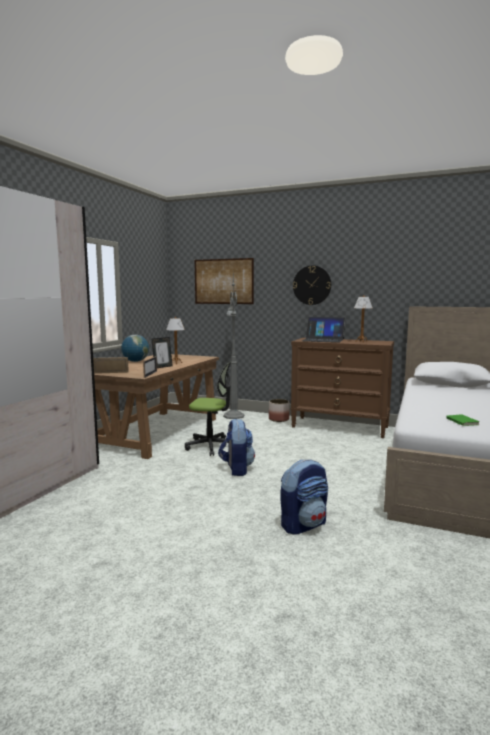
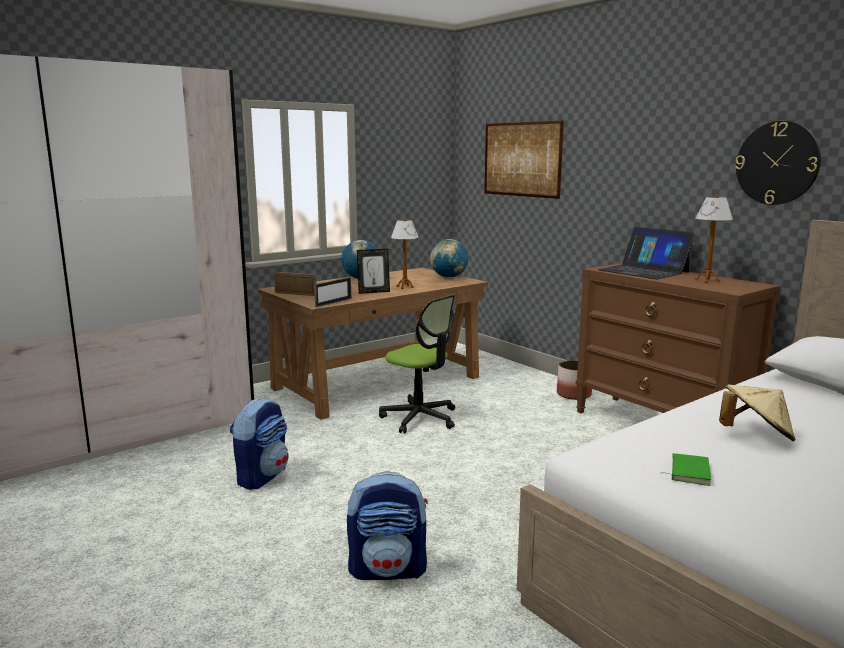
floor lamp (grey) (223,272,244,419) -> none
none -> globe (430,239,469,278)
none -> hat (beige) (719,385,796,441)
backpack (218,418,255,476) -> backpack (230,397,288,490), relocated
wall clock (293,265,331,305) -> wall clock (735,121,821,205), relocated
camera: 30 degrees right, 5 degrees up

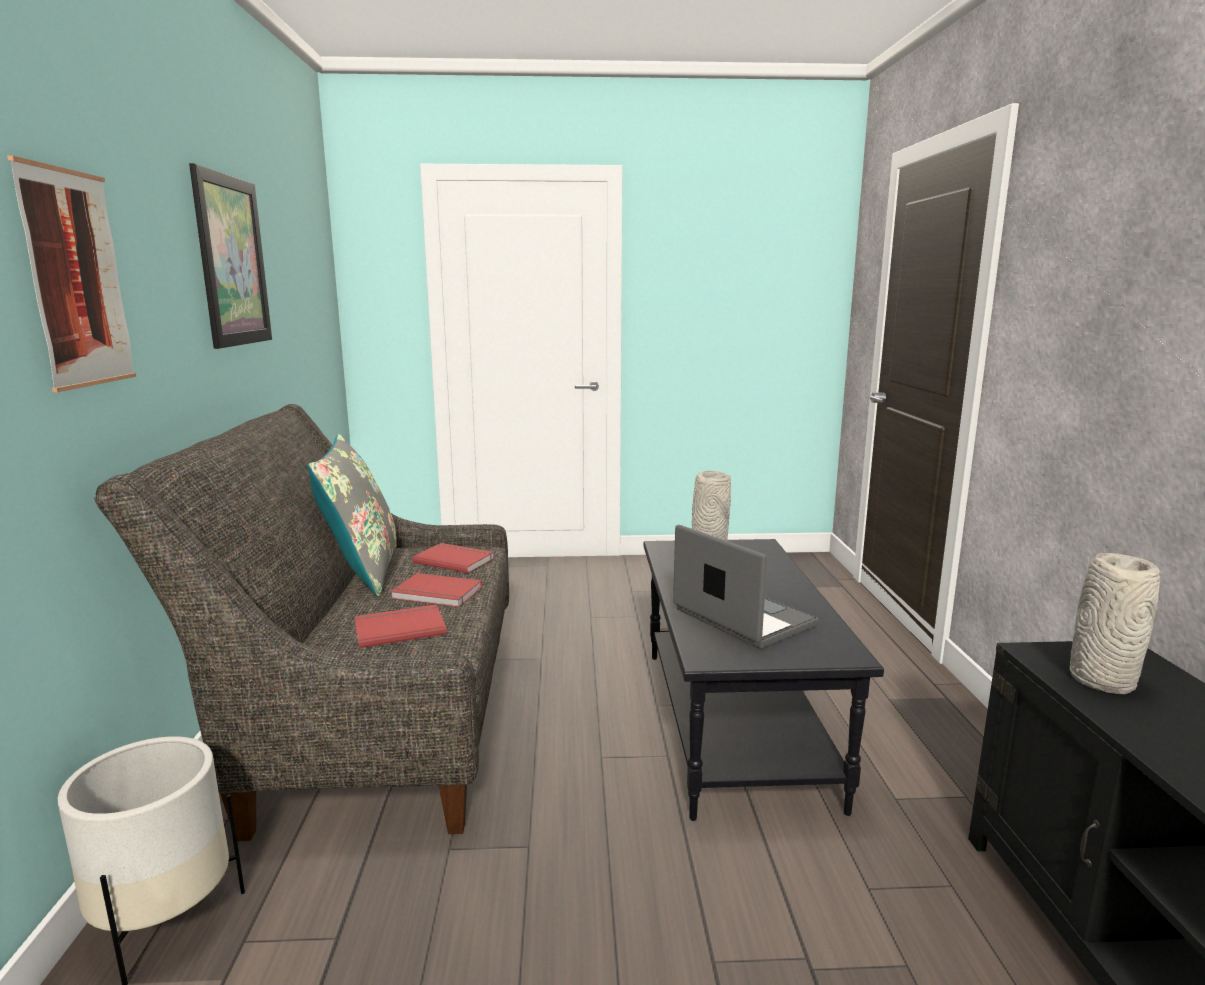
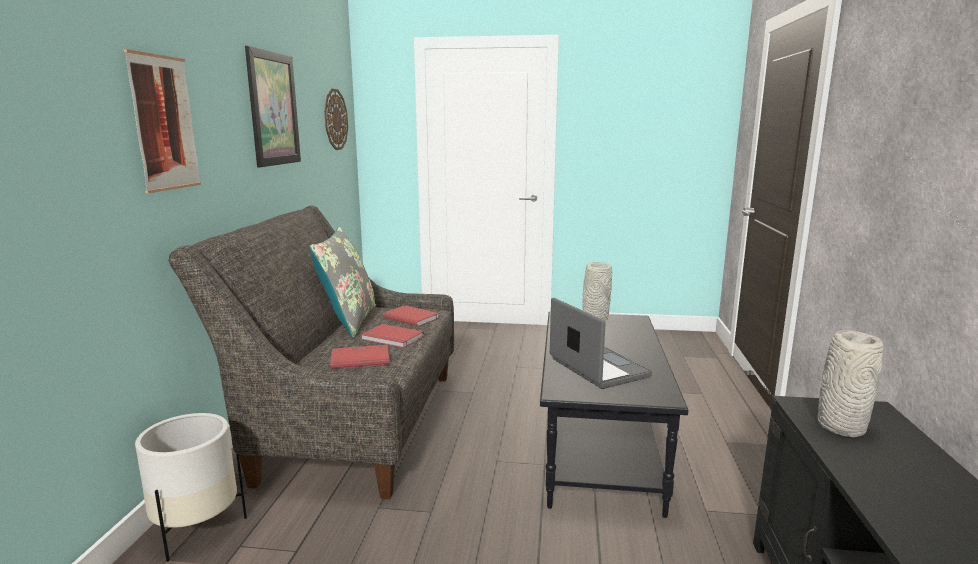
none -> wall clock (324,89,348,150)
camera: 10 degrees right, 0 degrees up

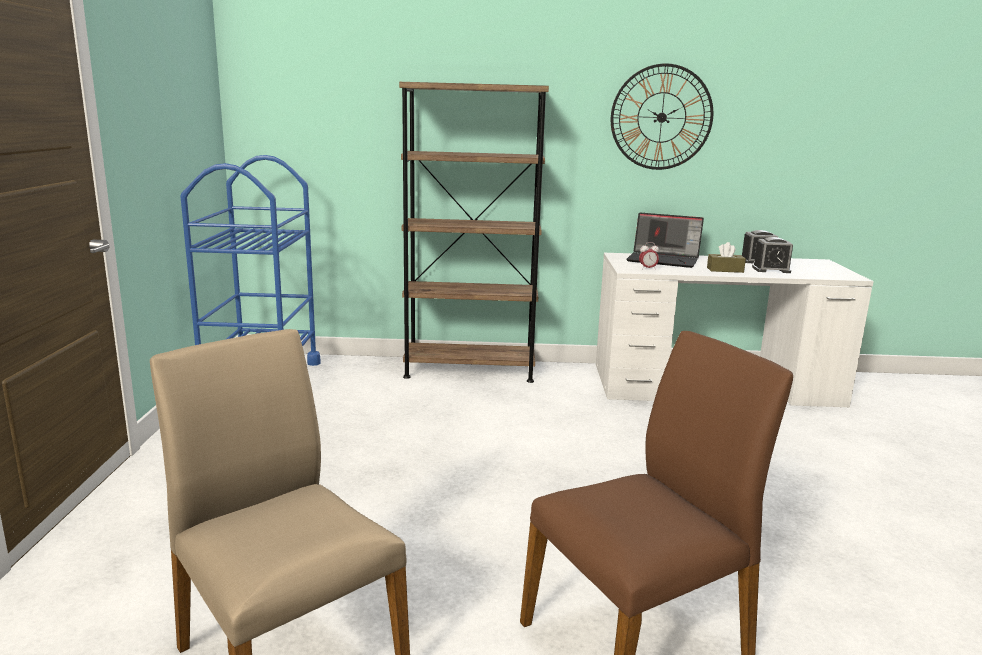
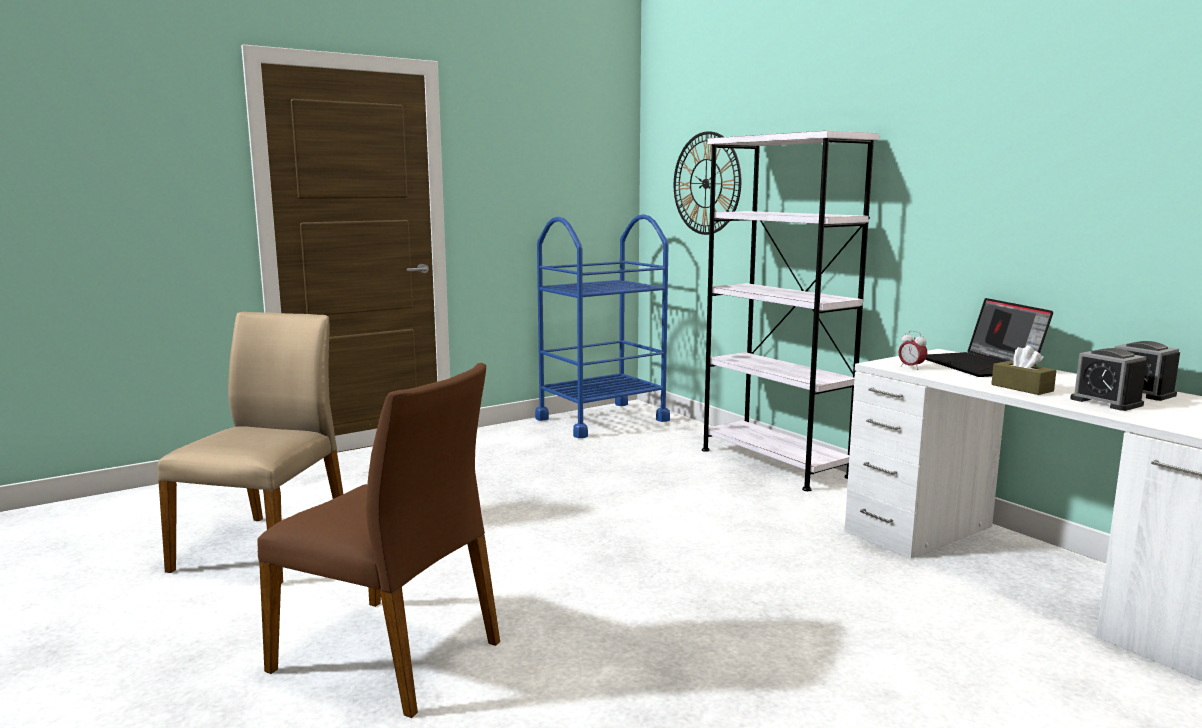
wall clock (611,63,713,170) -> wall clock (674,131,741,235), relocated
bookcase (brown) (399,82,549,383) -> bookcase (white) (702,130,879,491)
camera: 55 degrees right, 5 degrees down

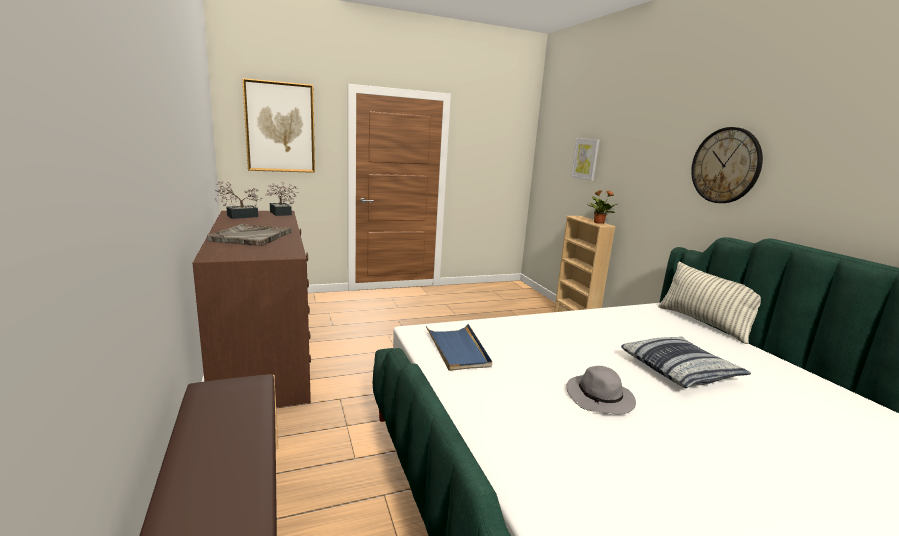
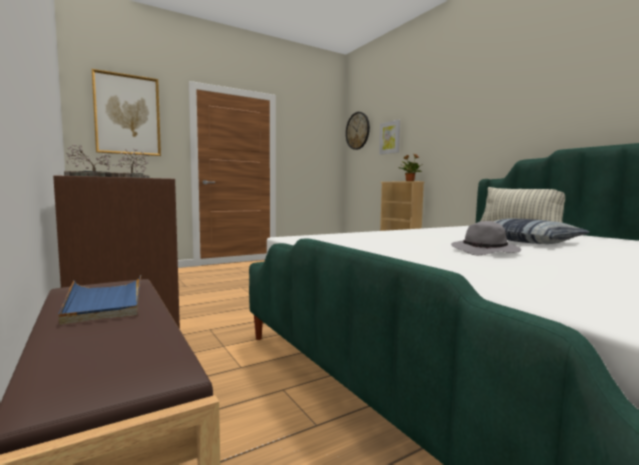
tray (blue) (426,324,492,371) -> tray (blue) (59,275,141,325), relocated
wall clock (691,127,763,203) -> wall clock (346,112,370,150), relocated
camera: 10 degrees left, 10 degrees down

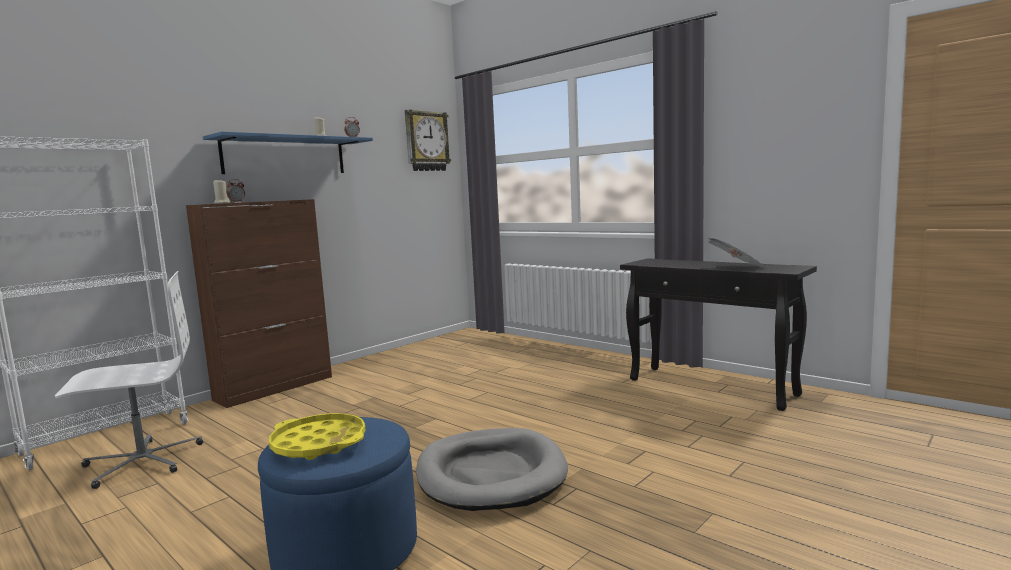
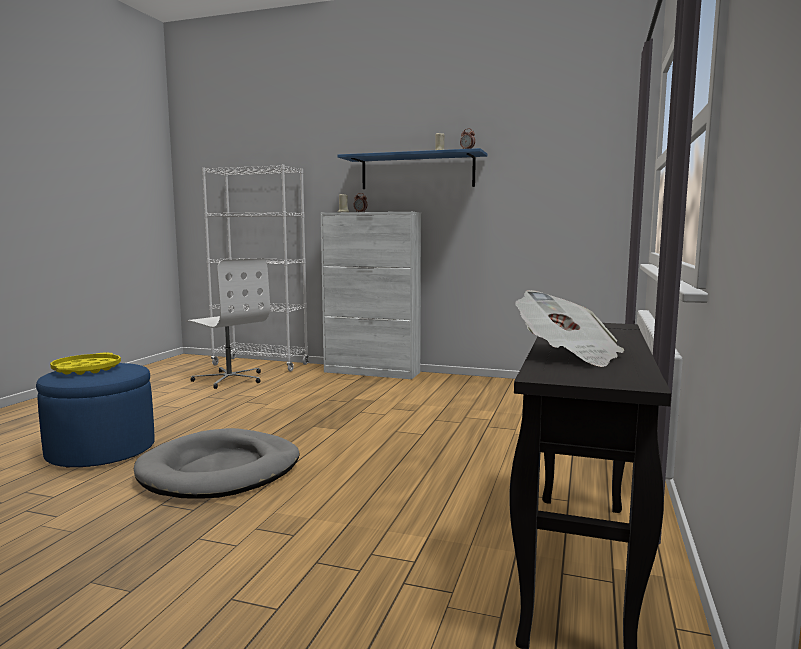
wall clock (405,109,451,171) -> none
cabinet (brown) (186,199,332,408) -> cabinet (white) (321,212,421,379)
camera: 65 degrees right, 0 degrees up

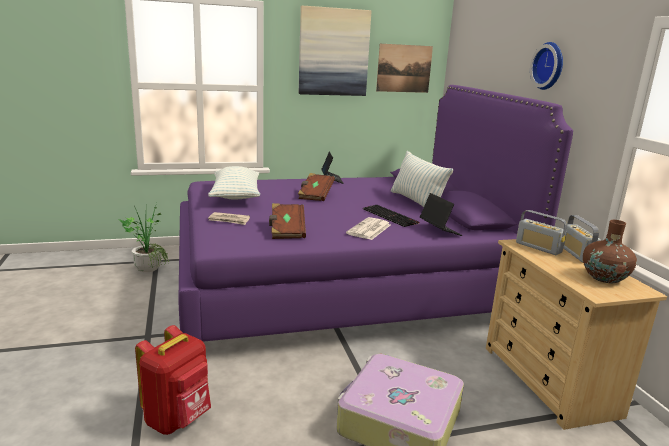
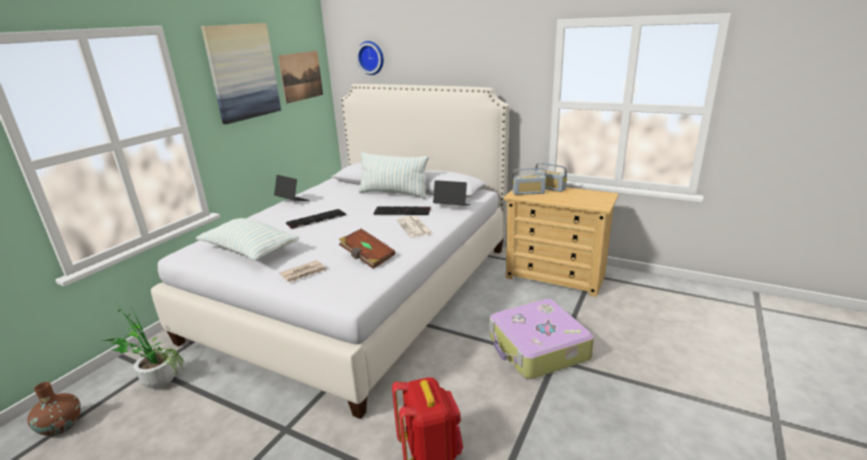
wall clock (530,42,563,90) -> wall clock (356,41,384,75), relocated
vase (brown) (583,220,637,283) -> vase (brown) (28,382,81,436), relocated
book (brown) (298,173,335,201) -> keyboard (286,209,346,229)
bed (purple) (178,85,573,342) -> bed (white) (151,84,509,419)
camera: 45 degrees left, 5 degrees up

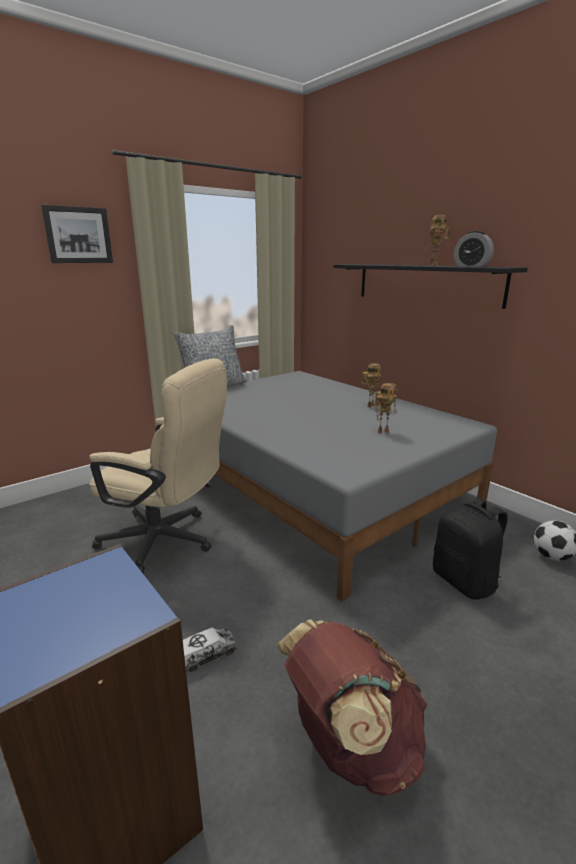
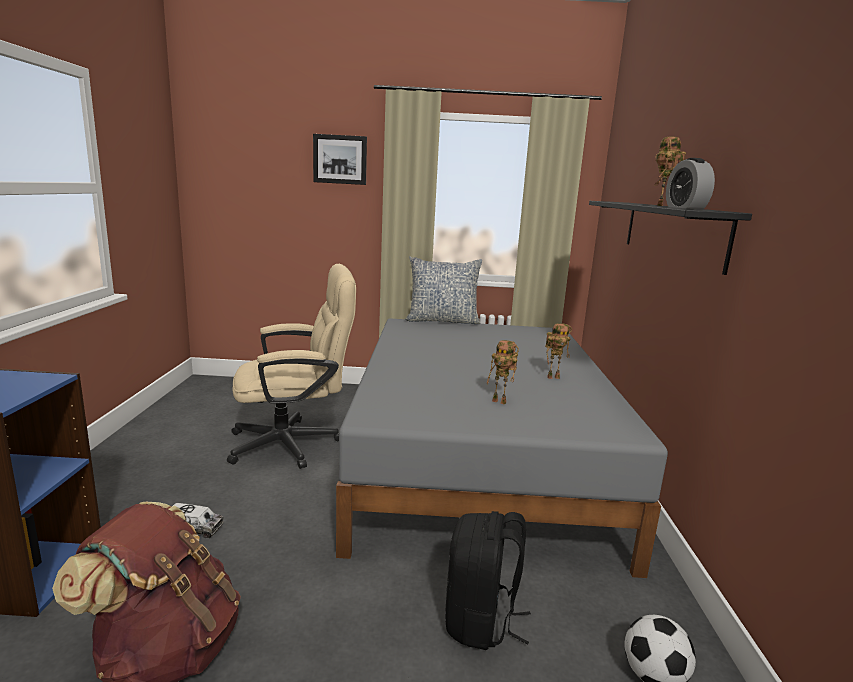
office chair (beige) (89,358,227,574) -> office chair (beige) (227,264,356,469), 75 degrees counterclockwise
camera: 40 degrees right, 5 degrees down

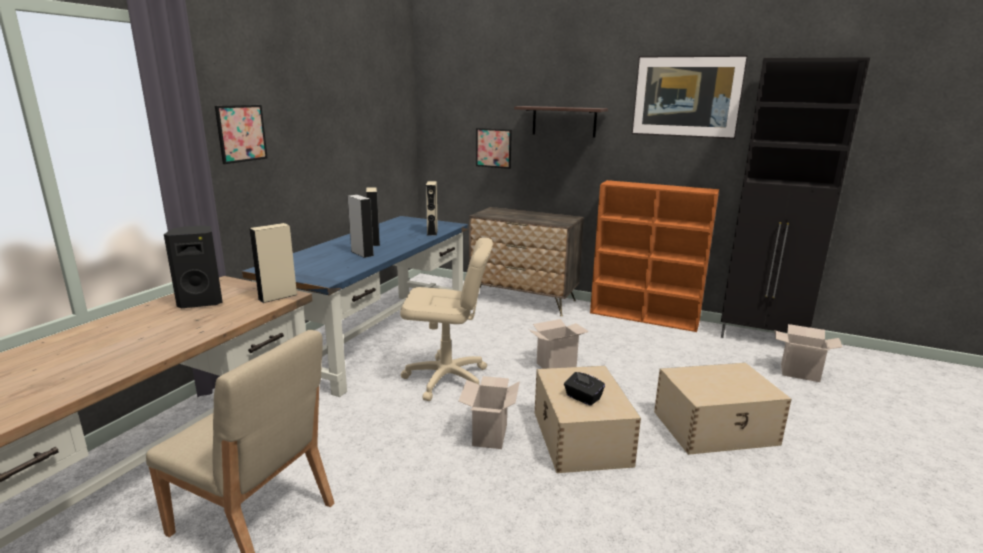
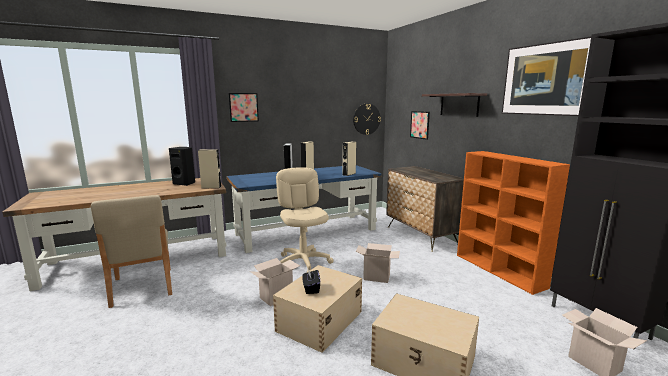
none -> wall clock (353,104,381,135)
office chair (beige) (400,238,493,401) -> office chair (beige) (276,167,333,272), 150 degrees counterclockwise
camera: 40 degrees right, 5 degrees down

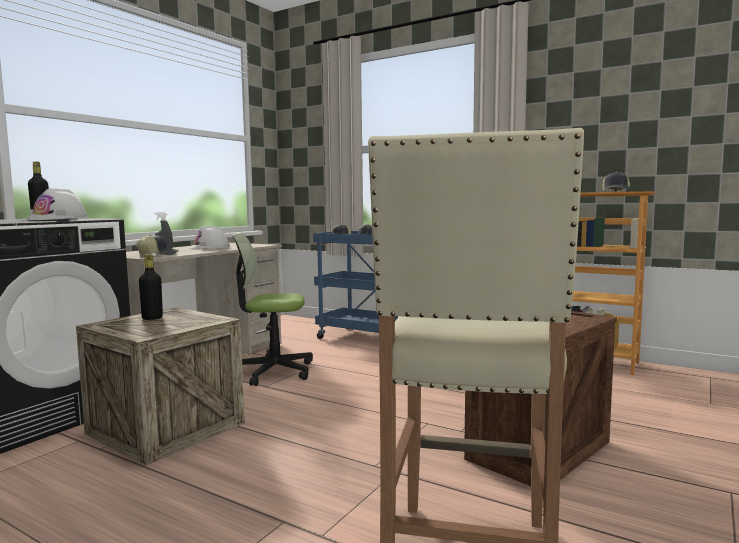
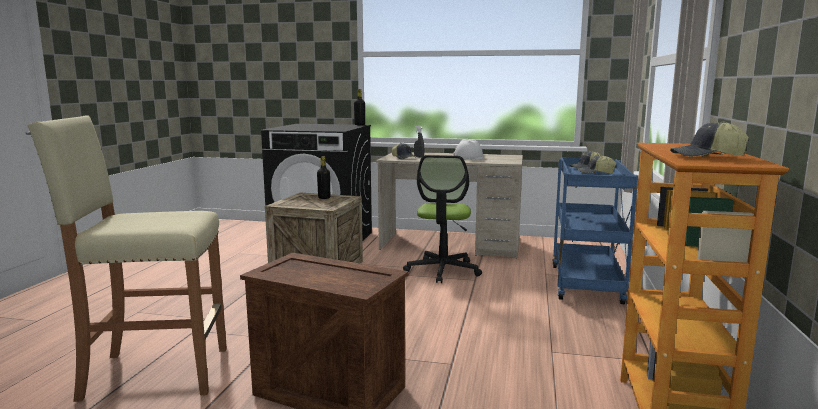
hard hat (white) (27,188,87,220) -> none
office chair (232,232,313,386) -> office chair (403,155,482,283), 150 degrees counterclockwise
camera: 70 degrees right, 5 degrees up

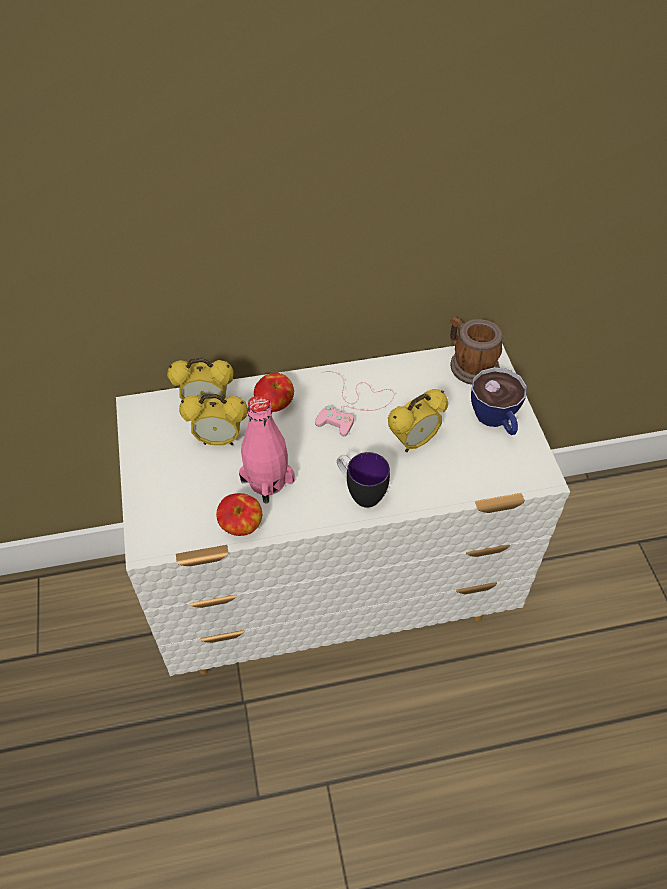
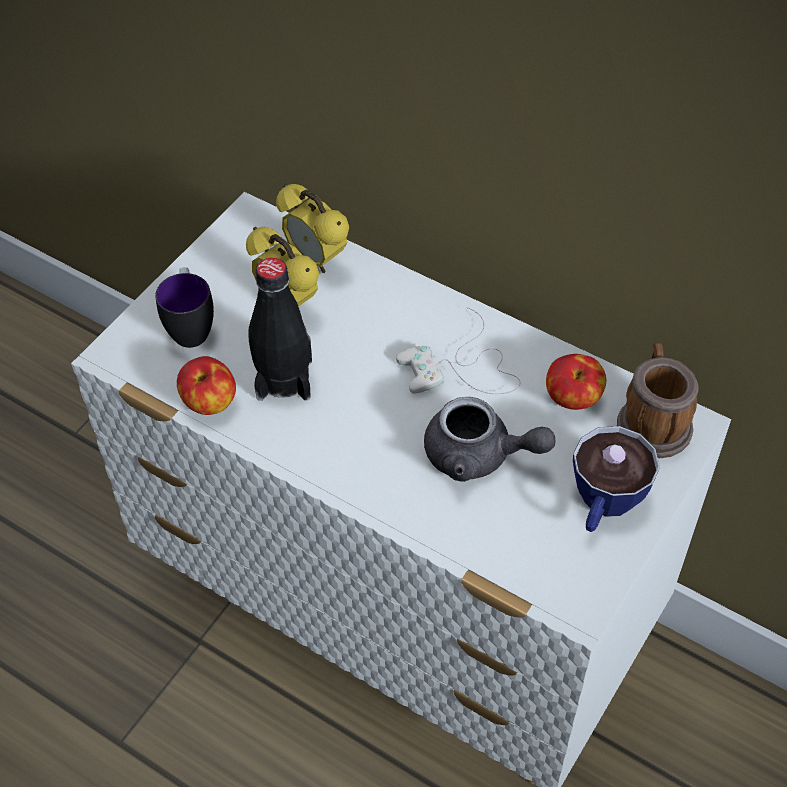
apple (254,372,294,412) -> apple (546,354,607,410), relocated
mug (337,452,390,508) -> mug (155,267,214,348), relocated
alarm clock (388,389,448,452) -> teapot (grey) (424,397,556,482)
bottle (pink) (239,395,294,503) -> bottle (black) (248,258,312,401)
game controller (pink) (315,371,394,436) -> game controller (white) (396,307,521,394)
camera: 45 degrees right, 0 degrees up

